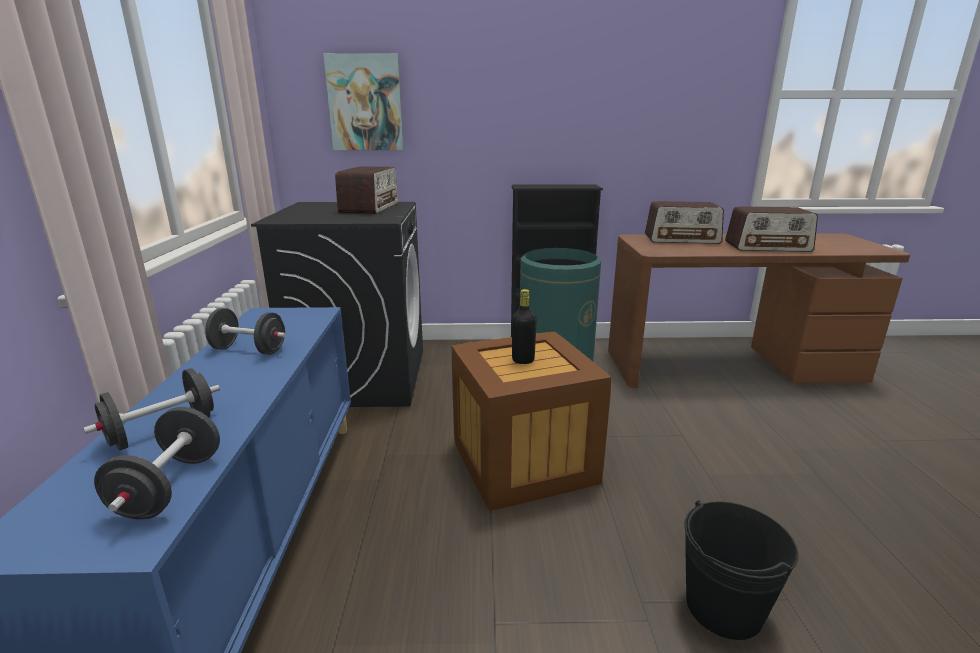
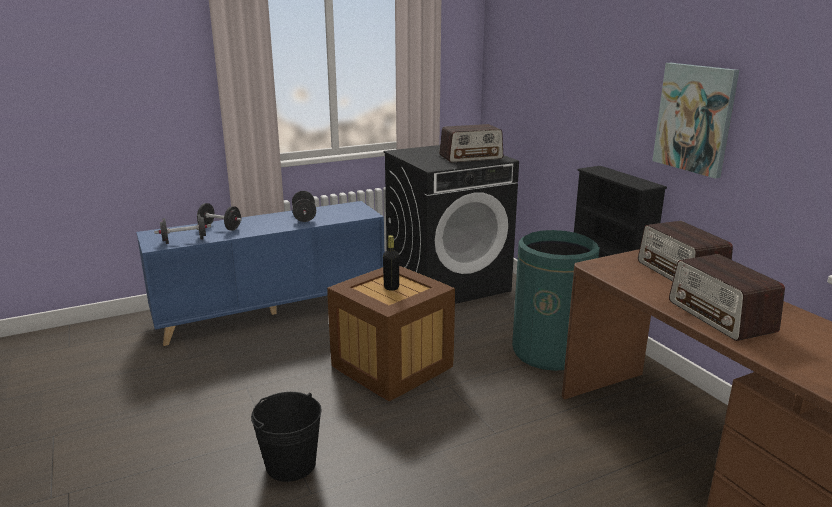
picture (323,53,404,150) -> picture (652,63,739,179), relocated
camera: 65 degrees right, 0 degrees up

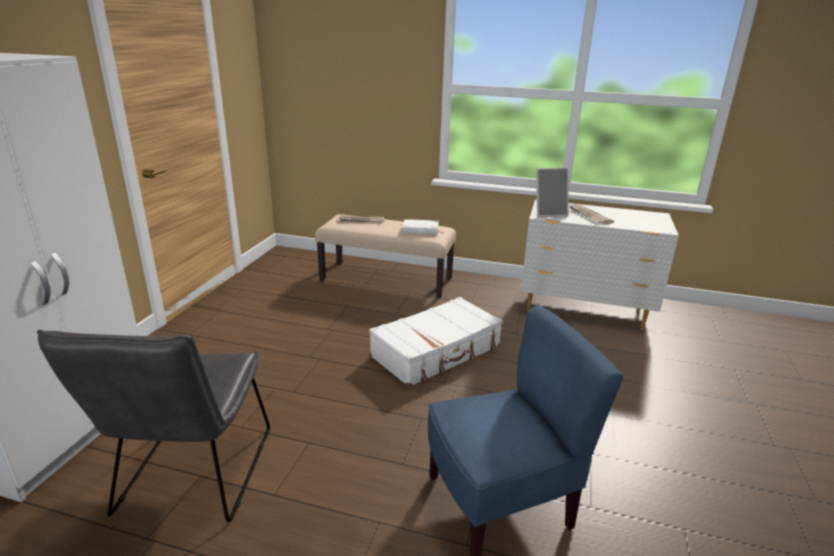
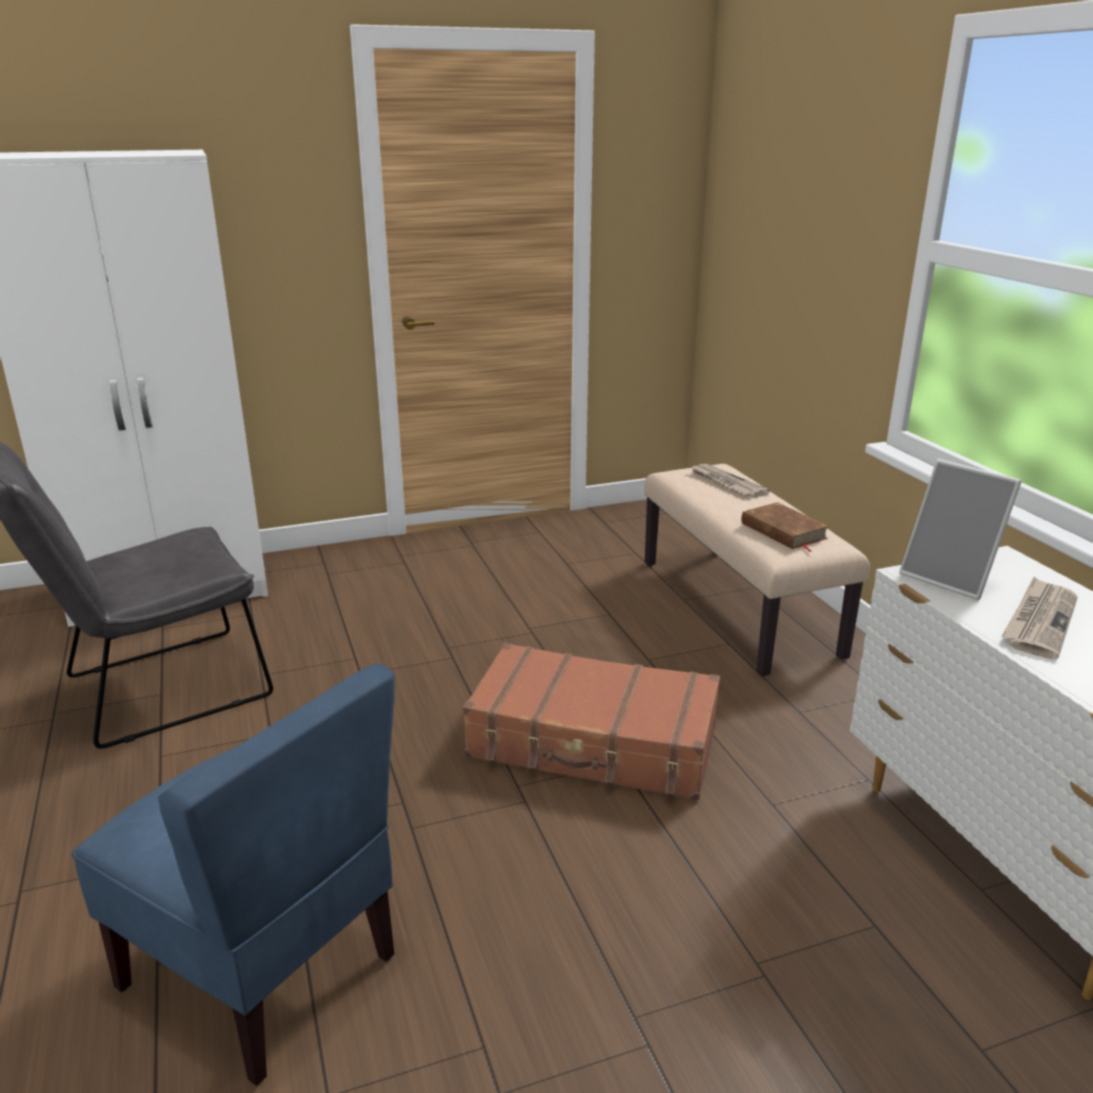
suitcase (white) (369,297,503,387) -> suitcase (brown) (463,643,720,801)
book (white) (402,219,442,235) -> book (brown) (741,502,830,552)
camera: 55 degrees right, 0 degrees up

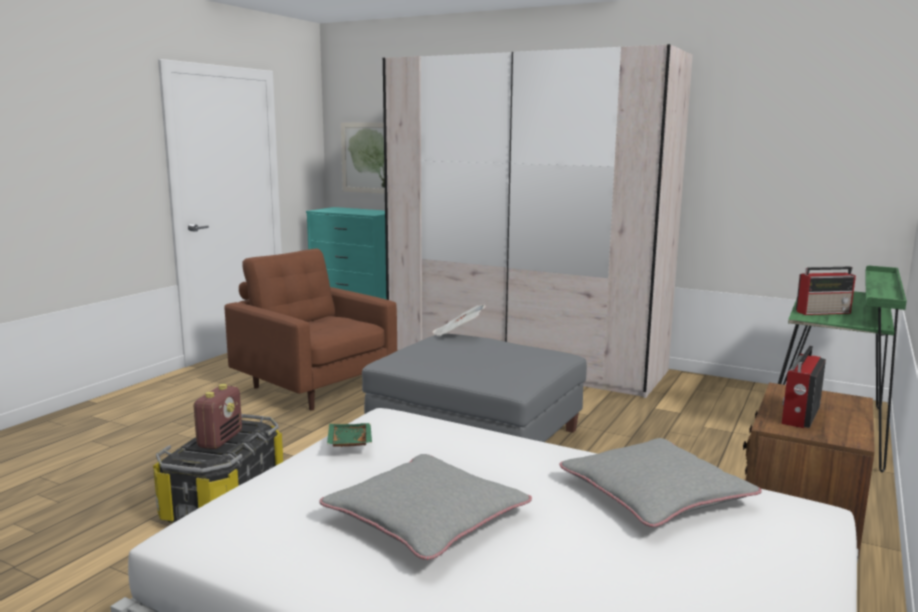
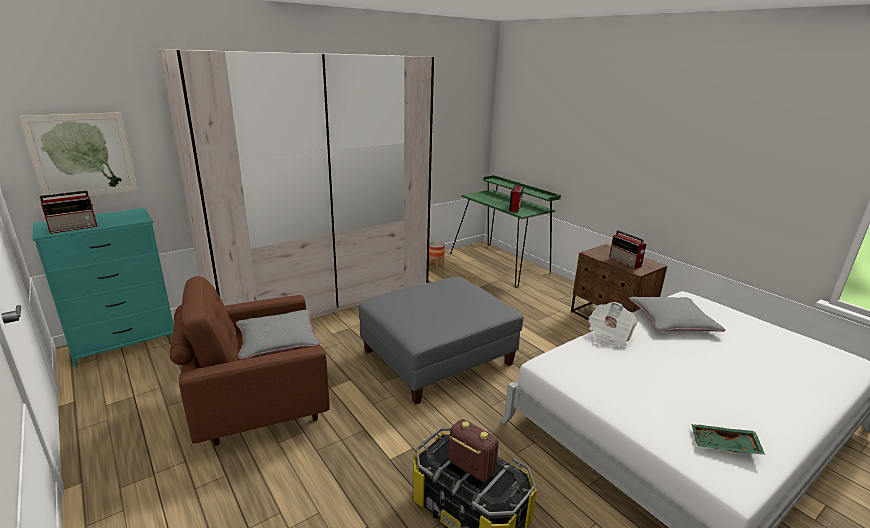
none -> radio (39,191,97,234)
none -> planter (429,241,445,269)
pillow (grey) (319,454,532,560) -> pillow (grey) (236,310,321,360), relocated
tray (green) (327,423,372,447) -> tray (green) (691,424,765,455), relocated
newspaper (432,305,486,336) -> newspaper (588,302,637,346), relocated
camera: 65 degrees left, 10 degrees up

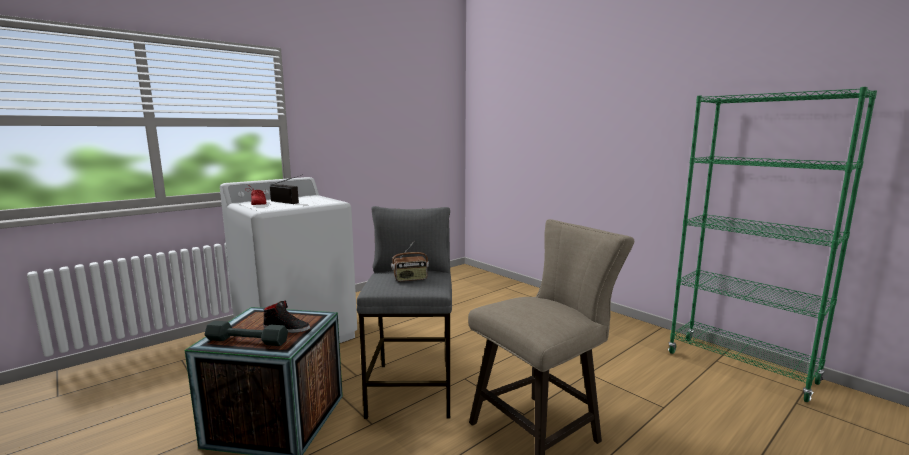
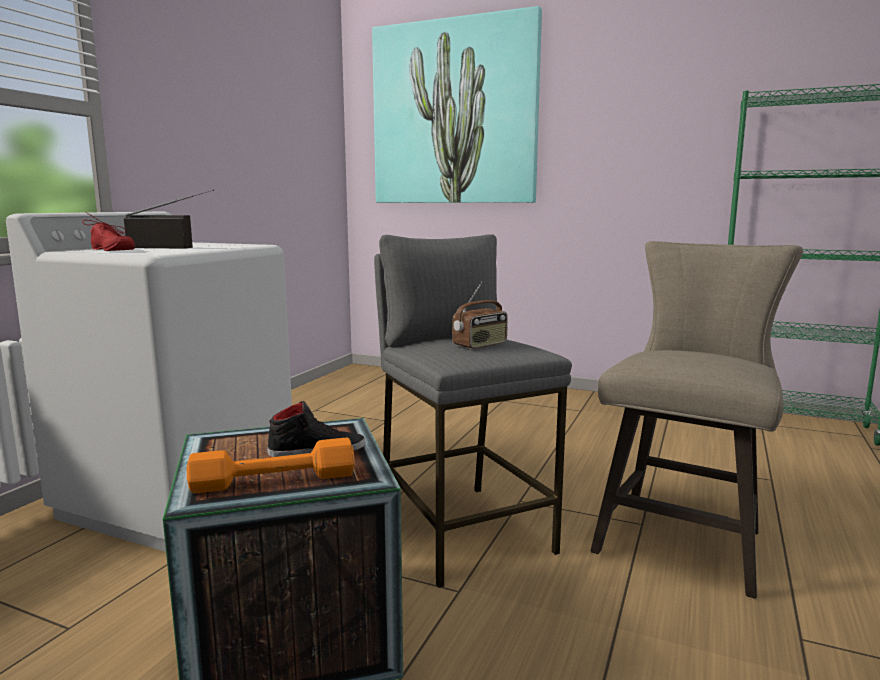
none -> picture (372,6,542,203)
dumbbell (grey) (204,321,288,346) -> dumbbell (orange) (187,438,355,493)
camera: 25 degrees left, 0 degrees up

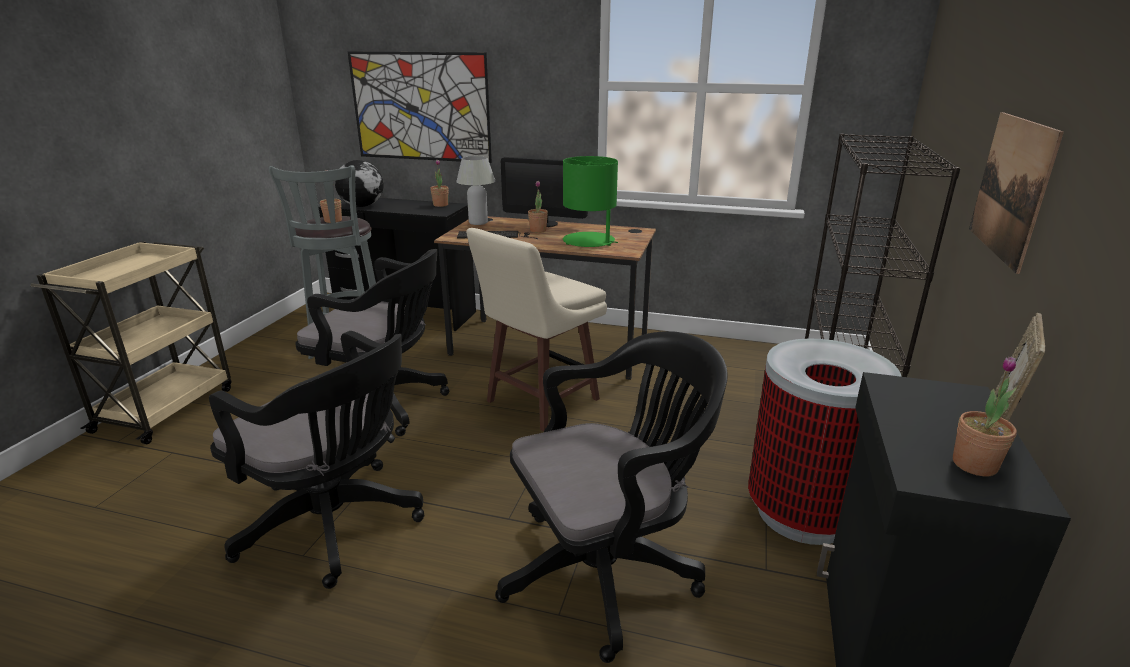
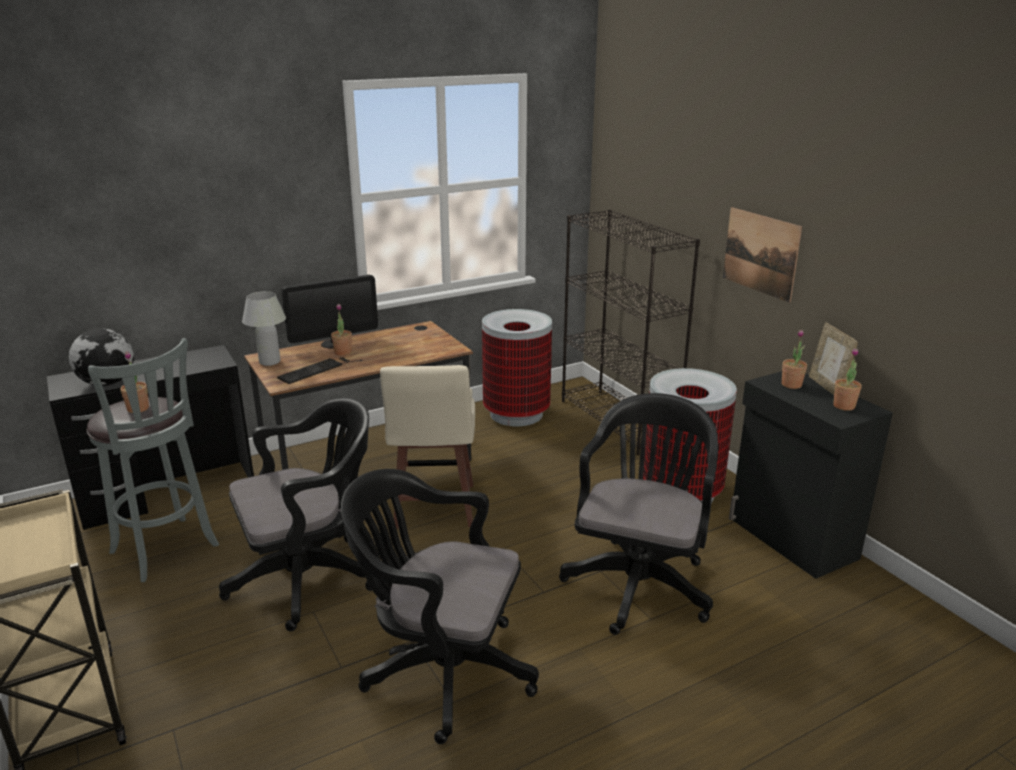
picture (348,51,492,163) -> none
table lamp (green) (563,156,618,247) -> none
none -> trash can (482,309,552,426)
potted plant (430,159,449,207) -> potted plant (782,330,807,389), relocated
office chair (black) (209,331,424,589) -> office chair (black) (341,469,539,744), 150 degrees counterclockwise
camera: 45 degrees left, 0 degrees up

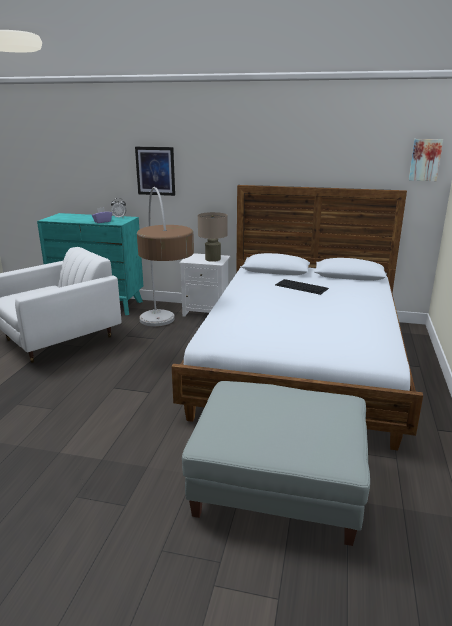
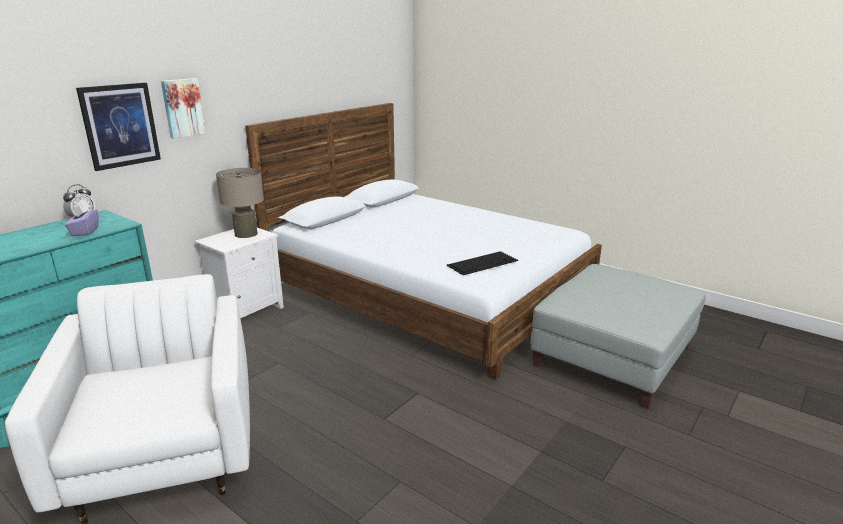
floor lamp (137,187,194,327) -> none
keyboard (275,279,329,295) -> keyboard (446,251,518,275), relocated
picture (409,139,443,181) -> picture (161,78,206,139), relocated
camera: 65 degrees left, 0 degrees up

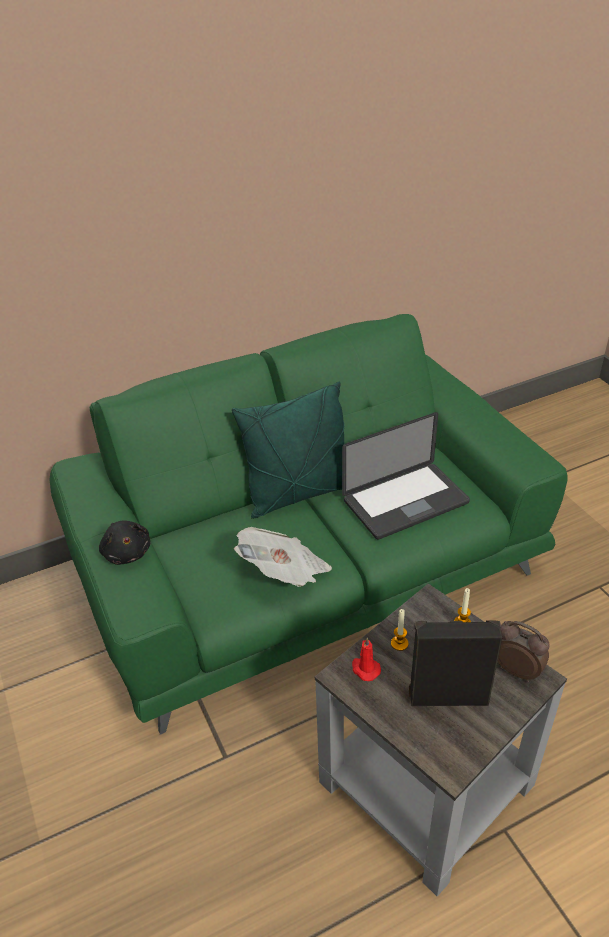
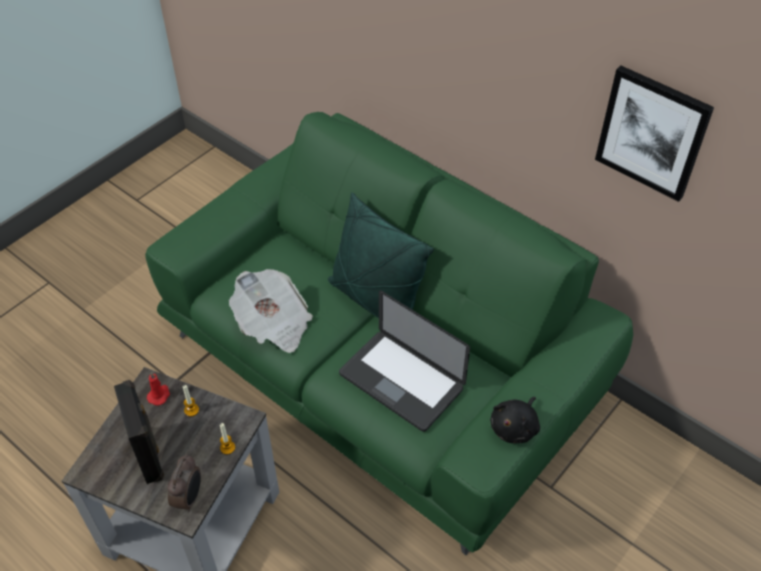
none -> picture (595,66,714,202)
plush toy (black) (99,520,150,565) -> plush toy (black) (490,397,540,443), relocated
camera: 65 degrees right, 10 degrees up

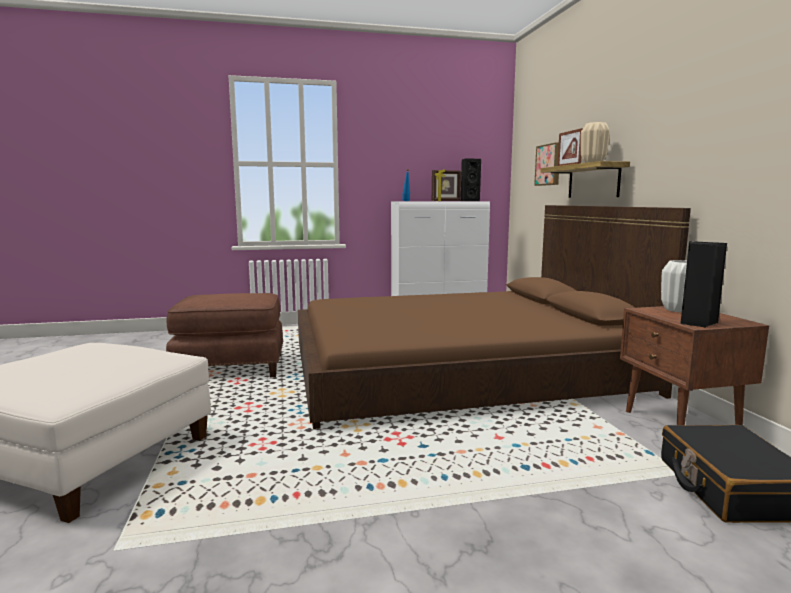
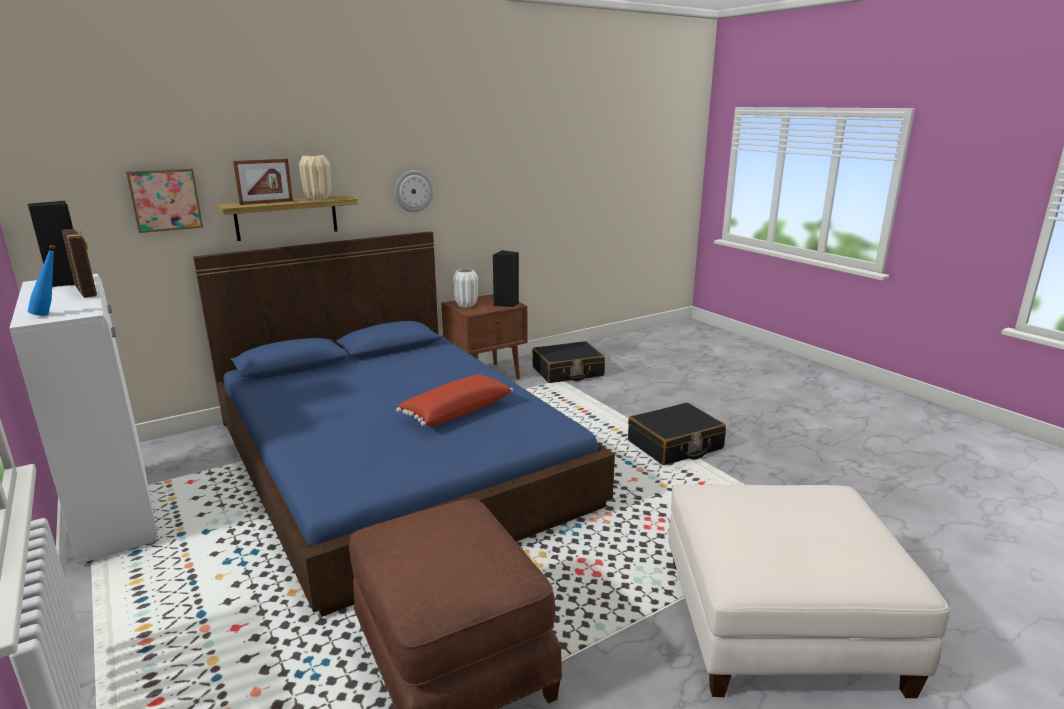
none -> wall clock (395,170,433,212)
none -> pillow (red) (396,374,513,426)
none -> suitcase (black) (628,403,726,465)
bed (brown) (298,205,691,429) -> bed (blue) (193,231,615,617)
camera: 110 degrees left, 10 degrees up

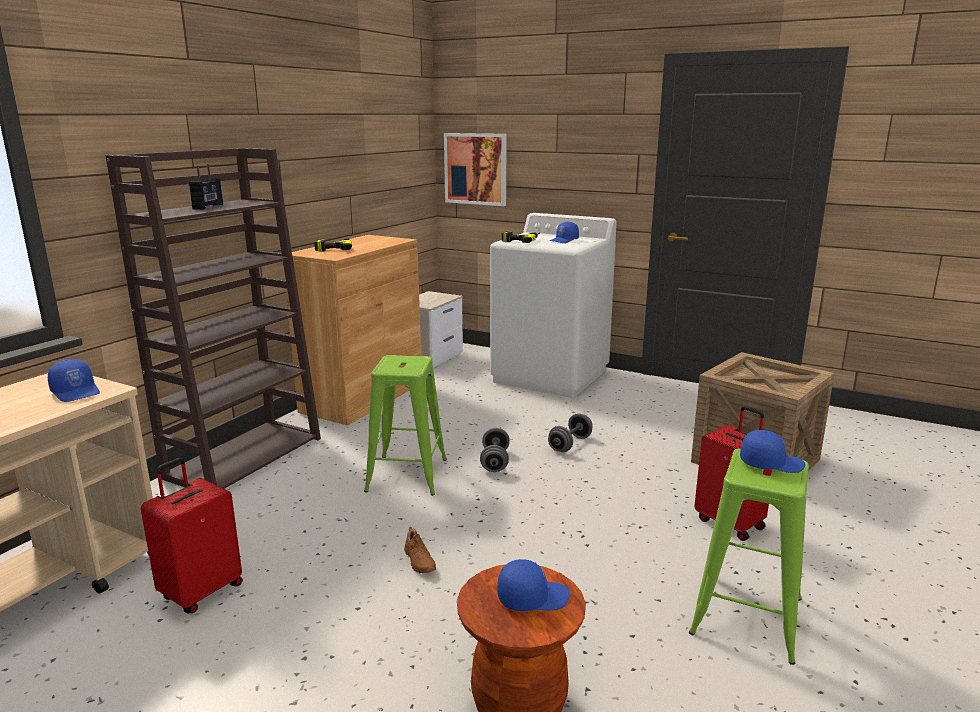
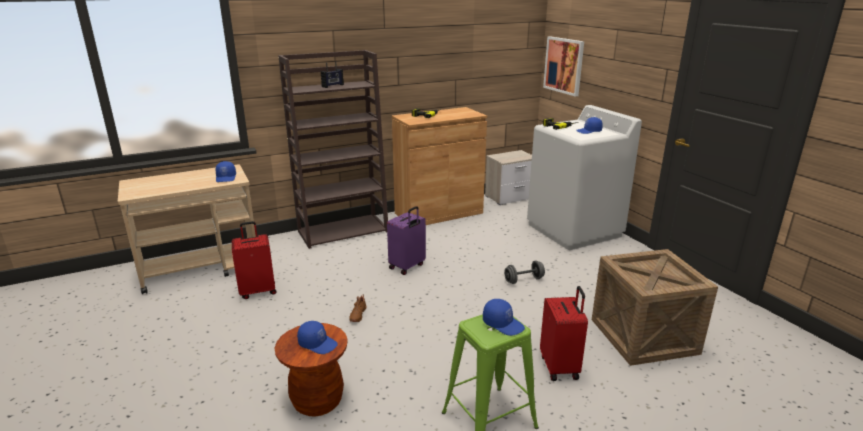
dumbbell (grey) (480,428,510,472) -> none
stool (green) (364,355,447,496) -> suitcase (purple) (387,206,426,275)
camera: 35 degrees right, 5 degrees up

